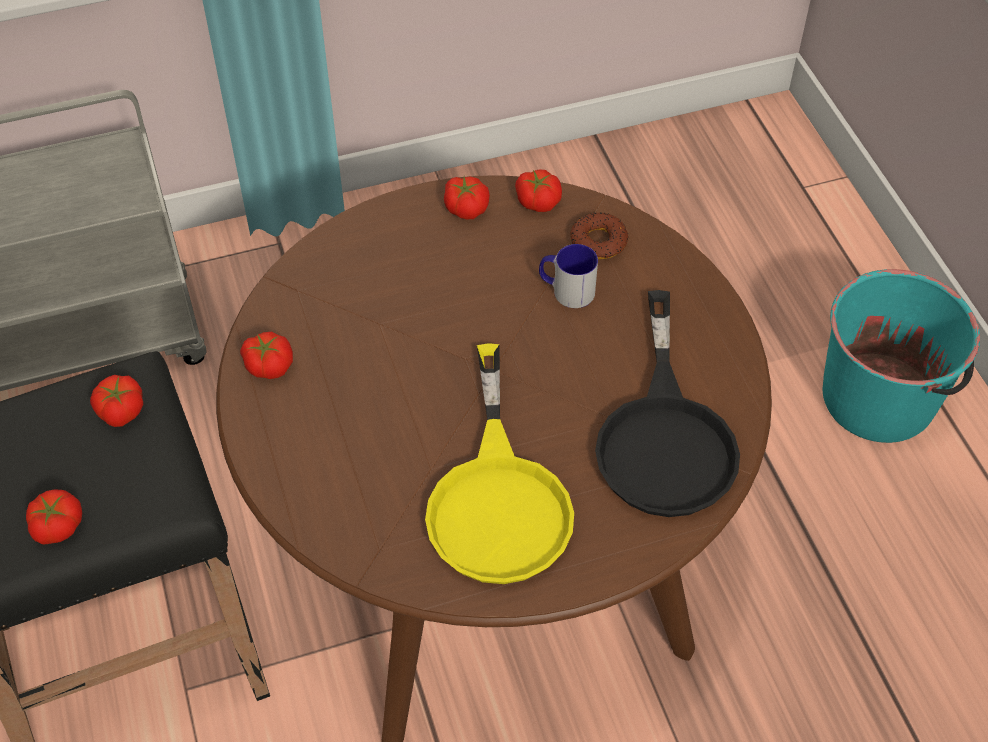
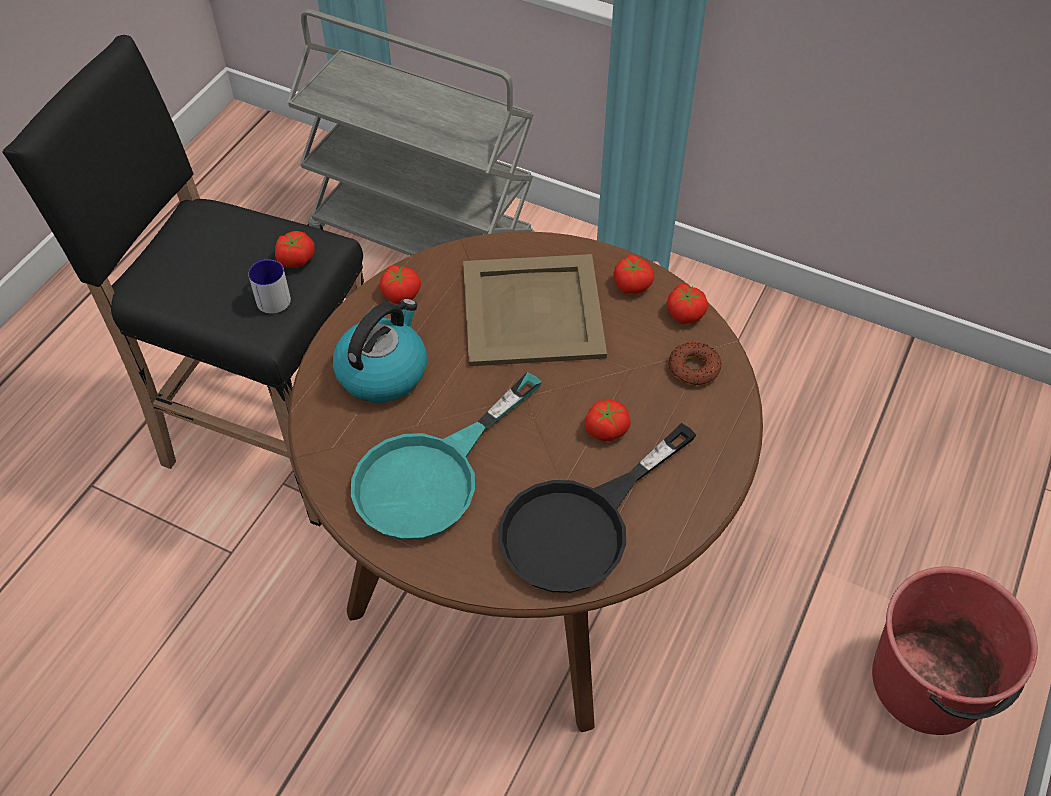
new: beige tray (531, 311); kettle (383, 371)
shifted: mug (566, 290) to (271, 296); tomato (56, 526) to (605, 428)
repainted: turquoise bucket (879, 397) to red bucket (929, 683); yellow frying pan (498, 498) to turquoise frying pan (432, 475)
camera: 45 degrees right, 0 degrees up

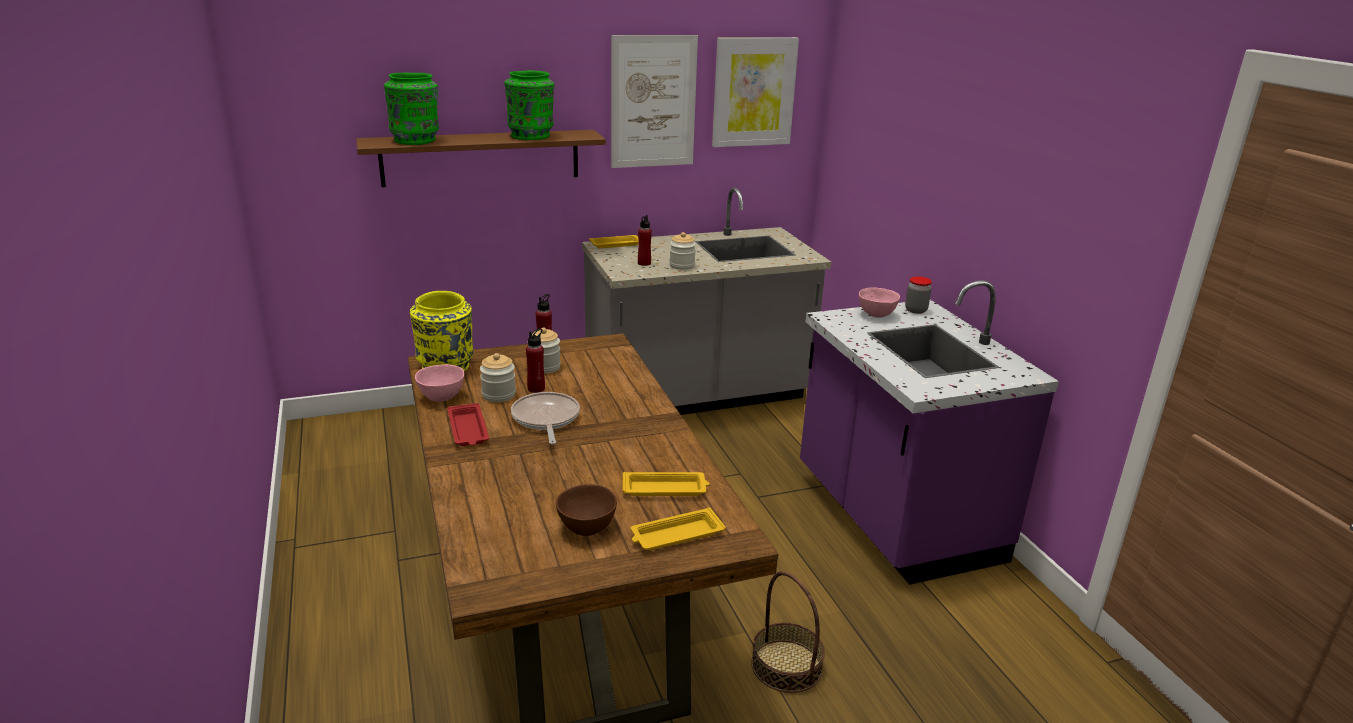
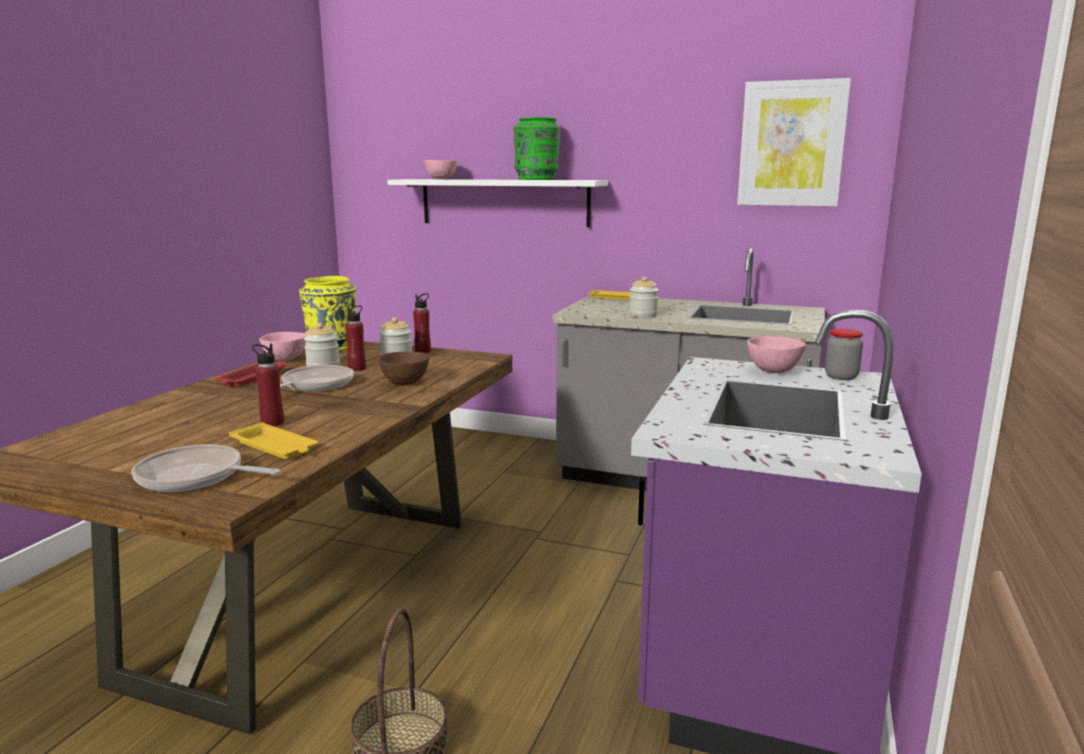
gone: picture (653, 102)
shifted: red bottle (644, 263) to (272, 423); brown bowl (587, 527) to (406, 383)
swapped: green vase (416, 140) to pink bowl (441, 179); yellow tray (676, 535) to frying pan (195, 477)
repainted: brown shelf (481, 157) to white shelf (504, 202)
camera: 40 degrees right, 10 degrees down

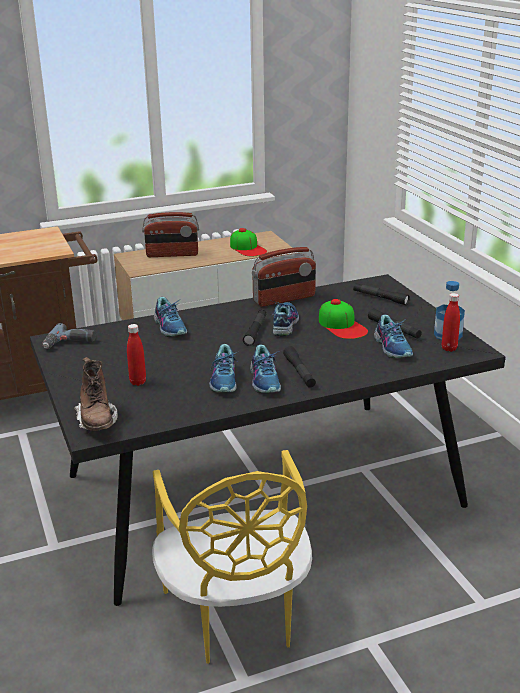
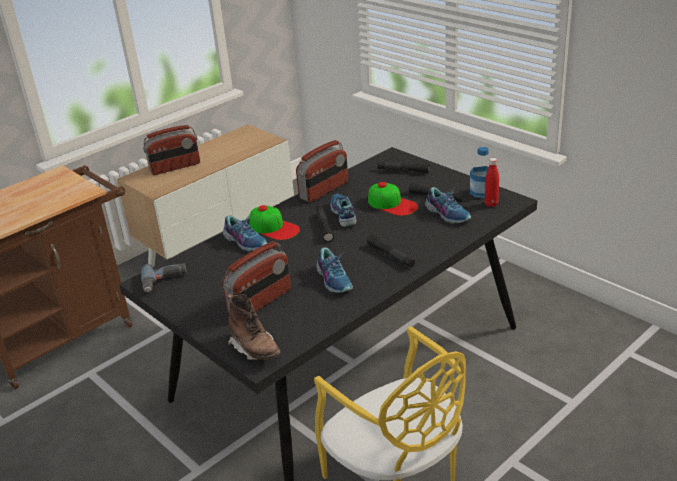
gone: shoe (265, 380)
shifted: cap (247, 248) to (274, 228)
swapped: red bottle (138, 382) to radio (260, 302)
camera: 20 degrees left, 5 degrees up

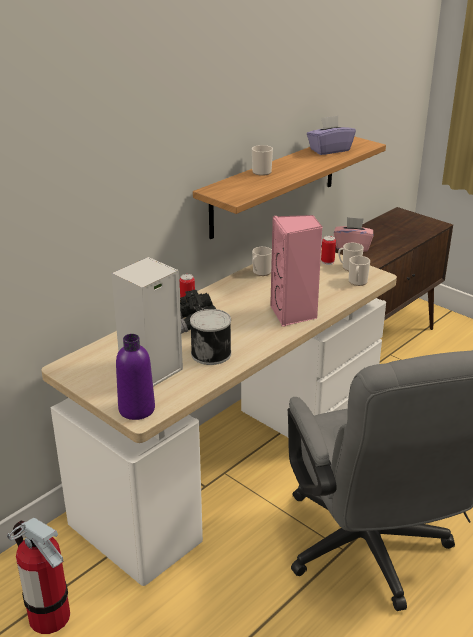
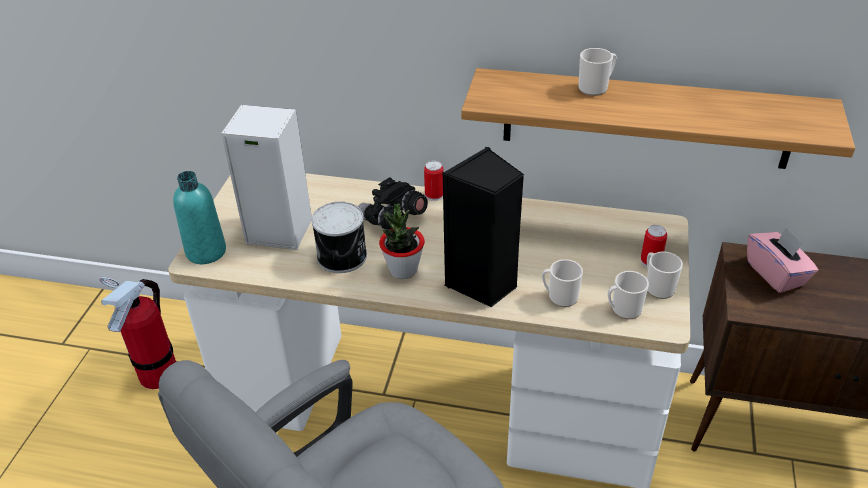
gone: purple tissue box (329, 150)
new: potted plant (403, 270)
shifted: mug (260, 272) to (559, 296)
repainted: pink speaker (294, 314) to black speaker (482, 284); purple bottle (136, 409) to turquoise bottle (206, 252)
camera: 60 degrees right, 10 degrees up

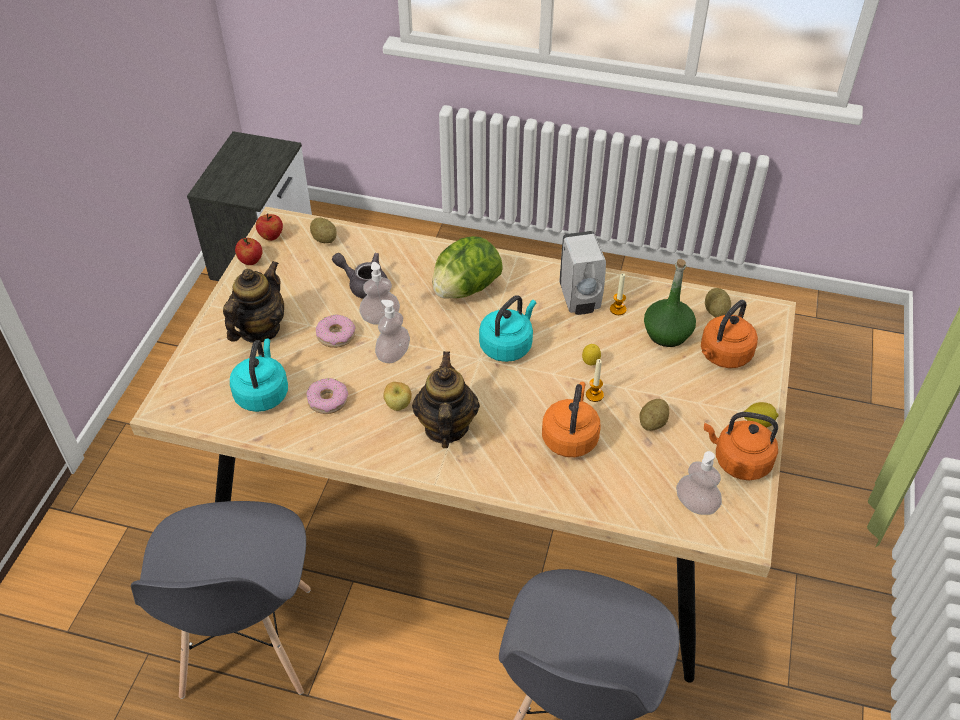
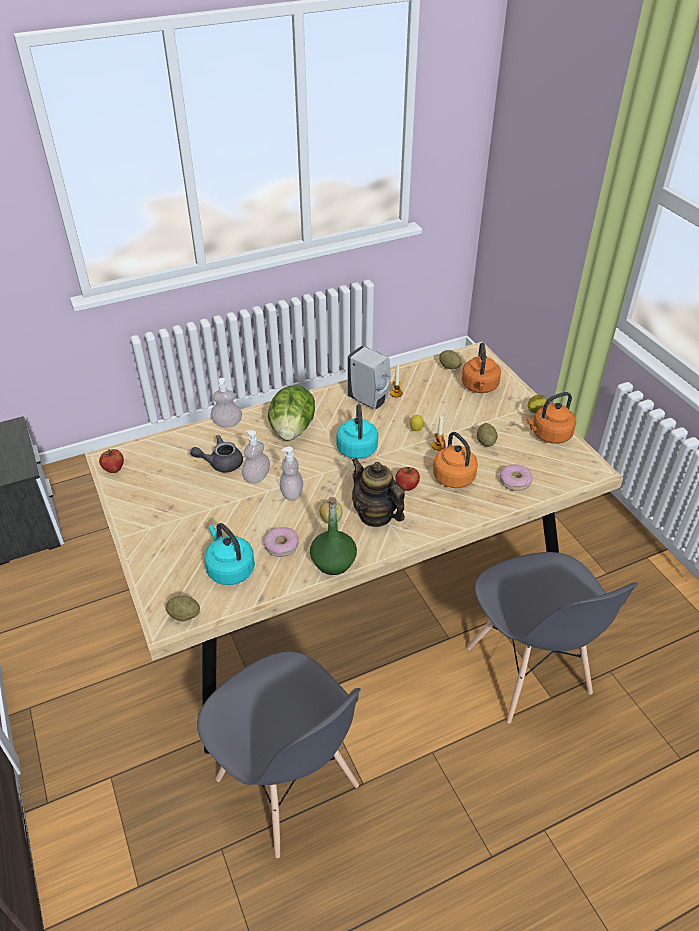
gone: teapot (259, 329)
shifted: potato (324, 239) to (184, 615); apple (251, 261) to (407, 487); green bottle (667, 333) to (333, 561); donut (336, 335) to (515, 481); soap dispenser (696, 504) to (227, 423)
camera: 40 degrees left, 5 degrees down

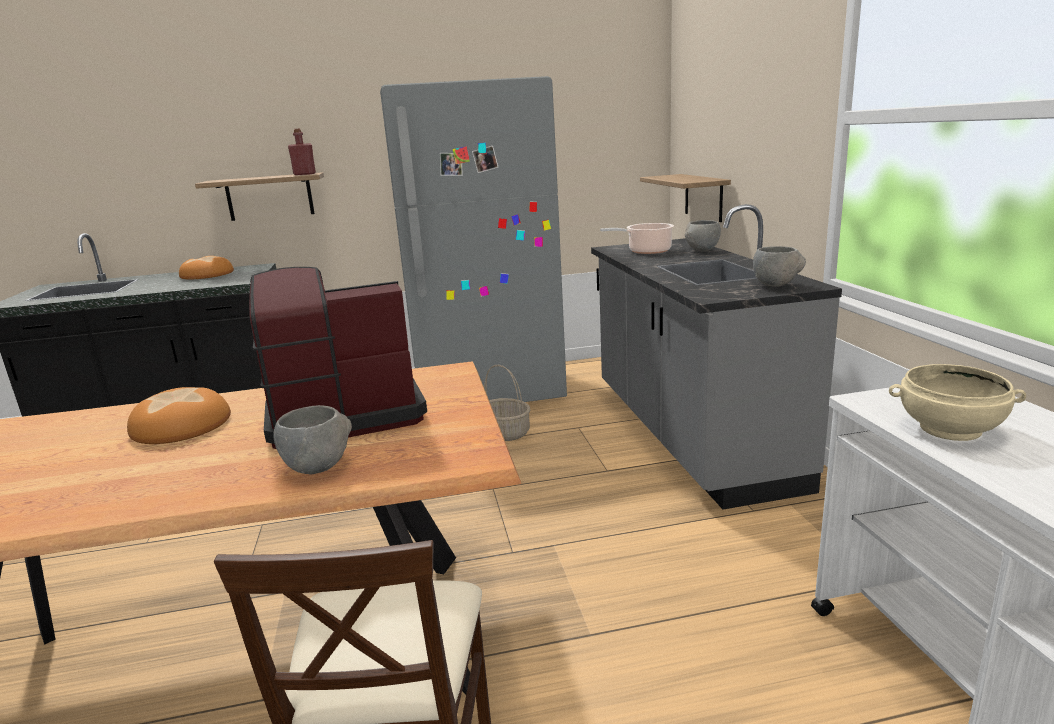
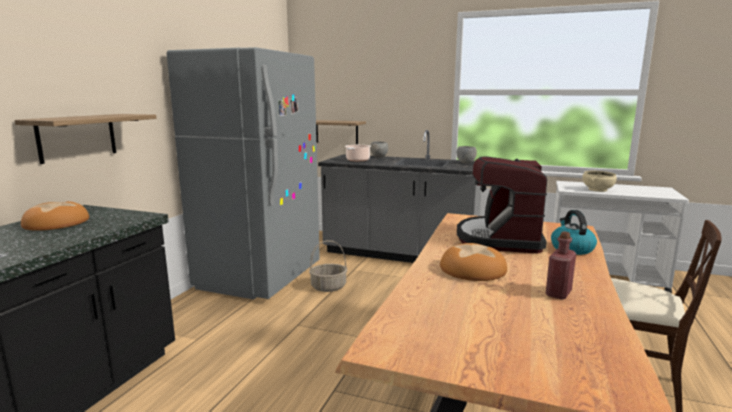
shifted: red bottle (304, 174) to (558, 293)
swapped: grey bowl (319, 468) to kettle (571, 248)
camera: 60 degrees left, 5 degrees down

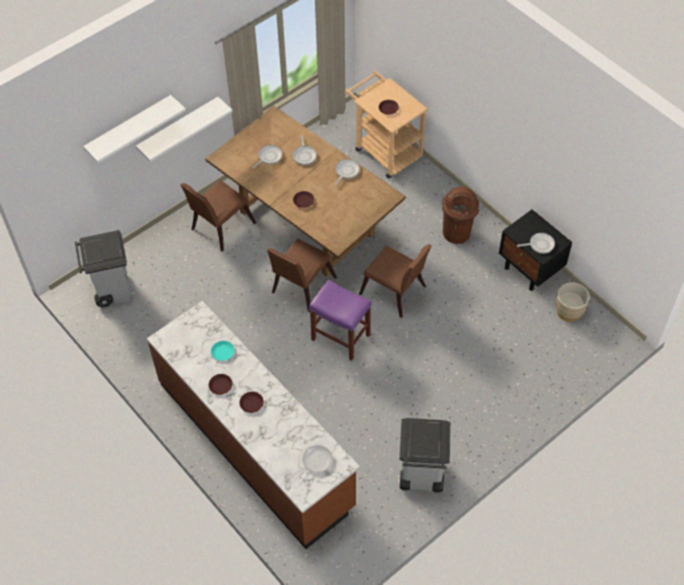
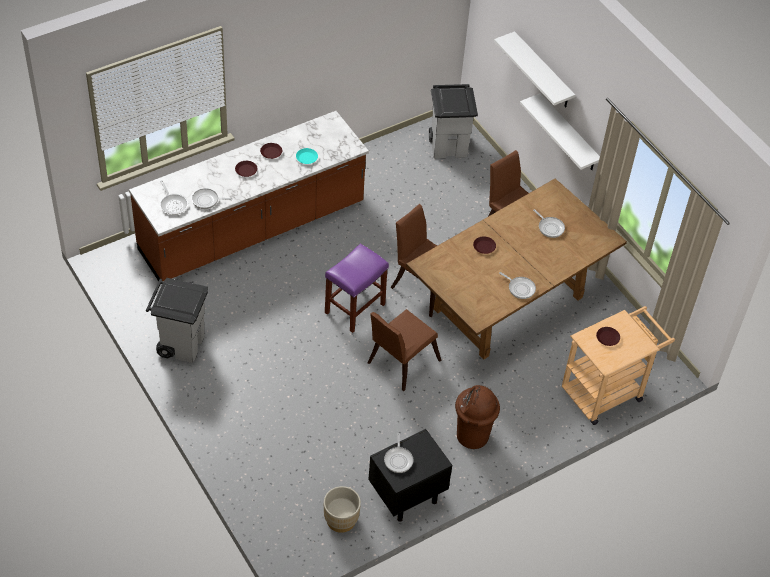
shifted: frying pan (304, 155) to (207, 200)
camera: 95 degrees right, 5 degrees down

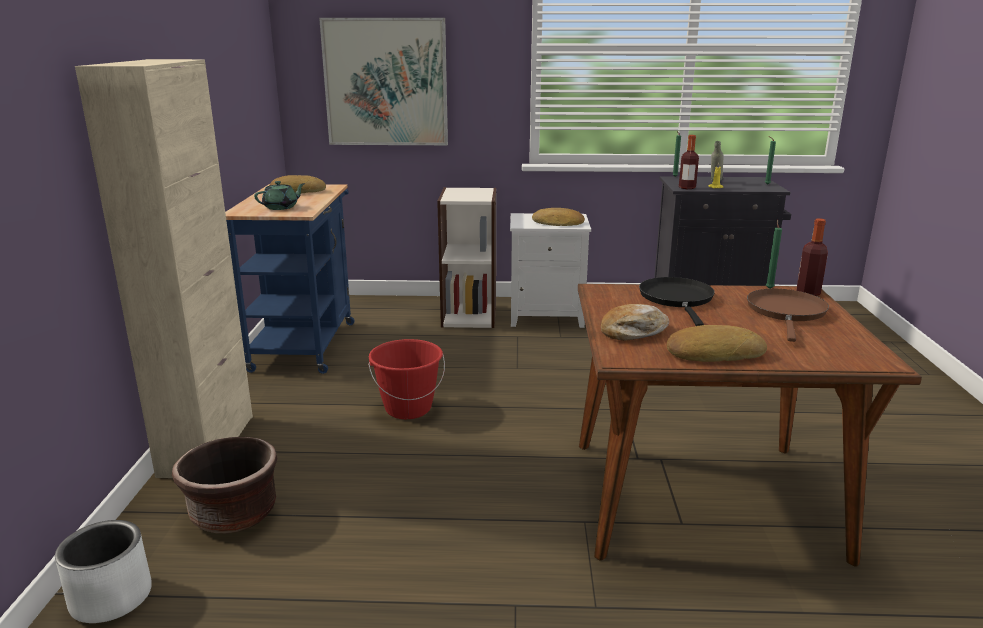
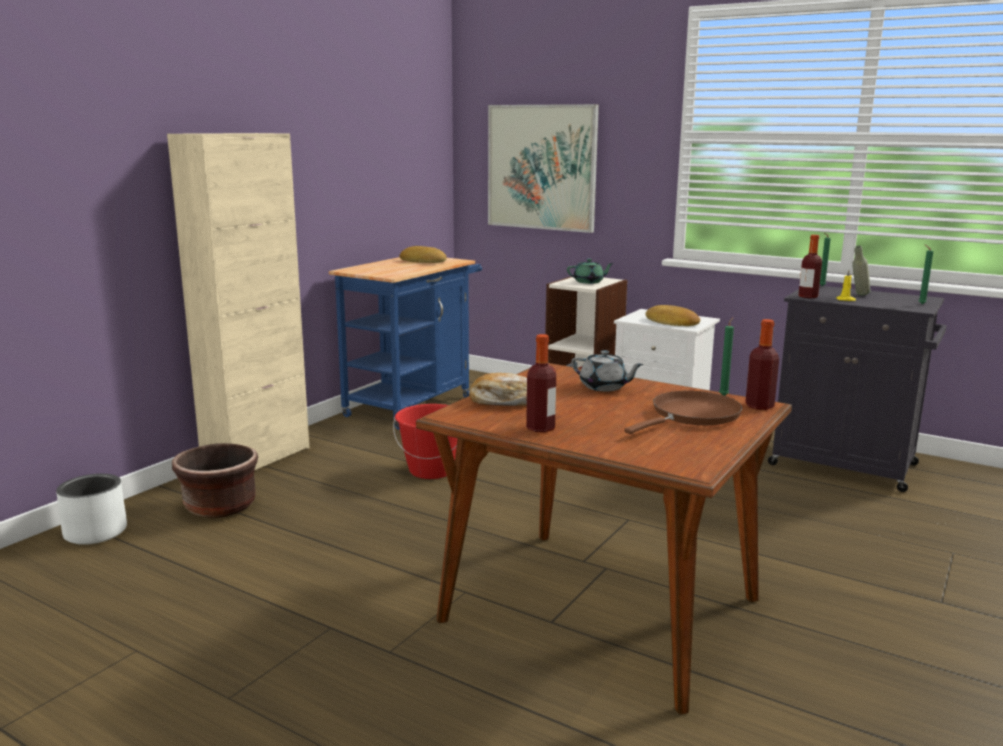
shifted: green teapot (281, 207) to (589, 282)
swapped: black frying pan (677, 299) to grey teapot (604, 387); bread (713, 353) to bottle (540, 428)
camera: 30 degrees right, 5 degrees down

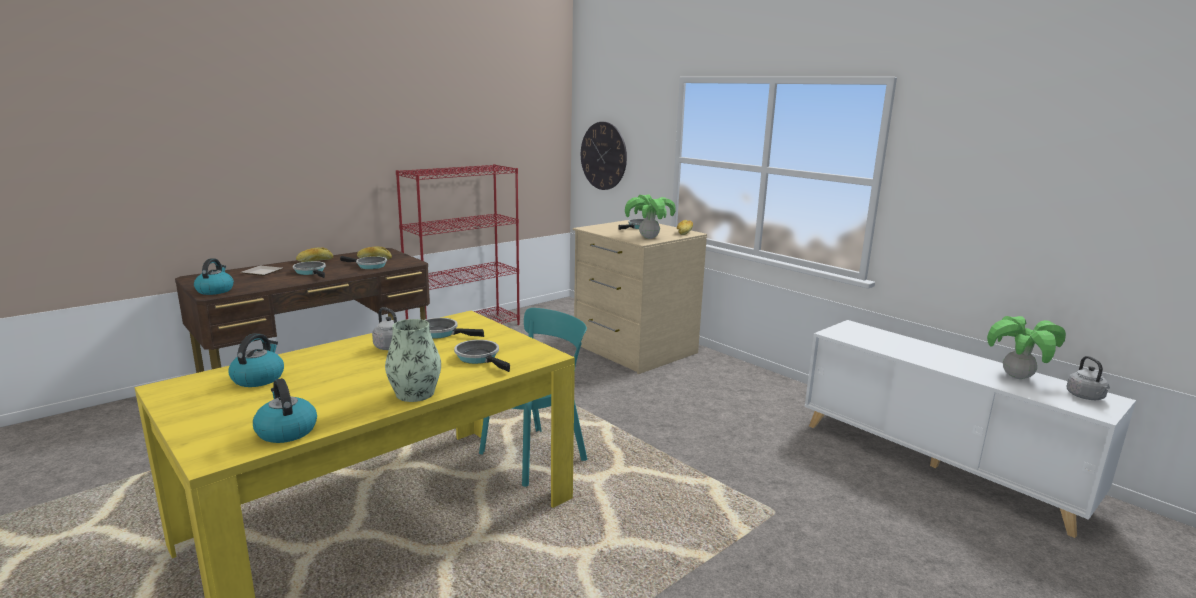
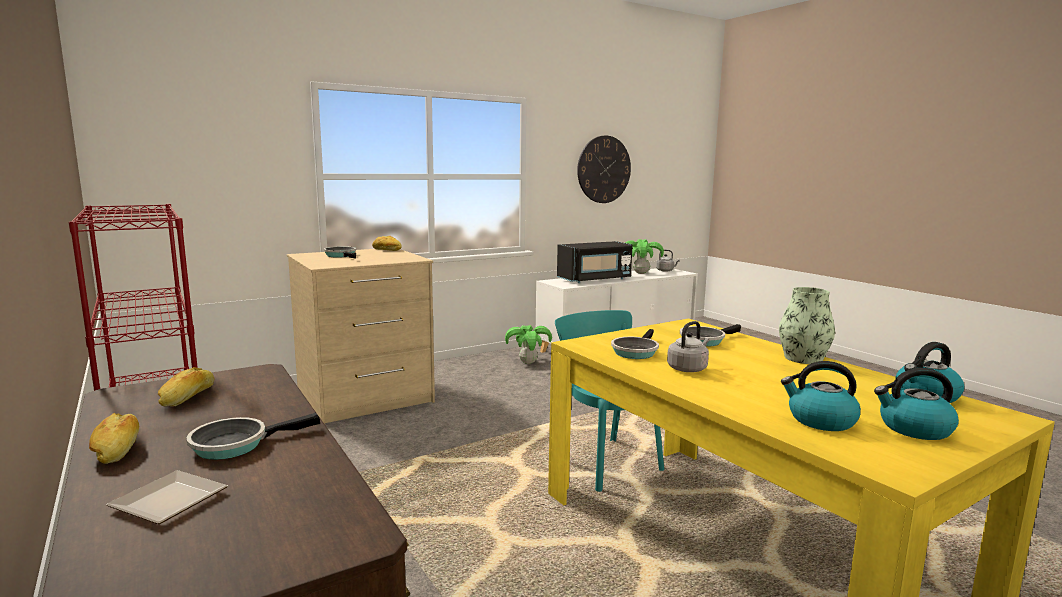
gone: frying pan (369, 266)
new: black microwave (595, 279)
shifted: wall clock (603, 156) to (604, 169); potted plant (649, 237) to (528, 362); kettle (215, 290) to (914, 429)
camera: 80 degrees left, 5 degrees down

